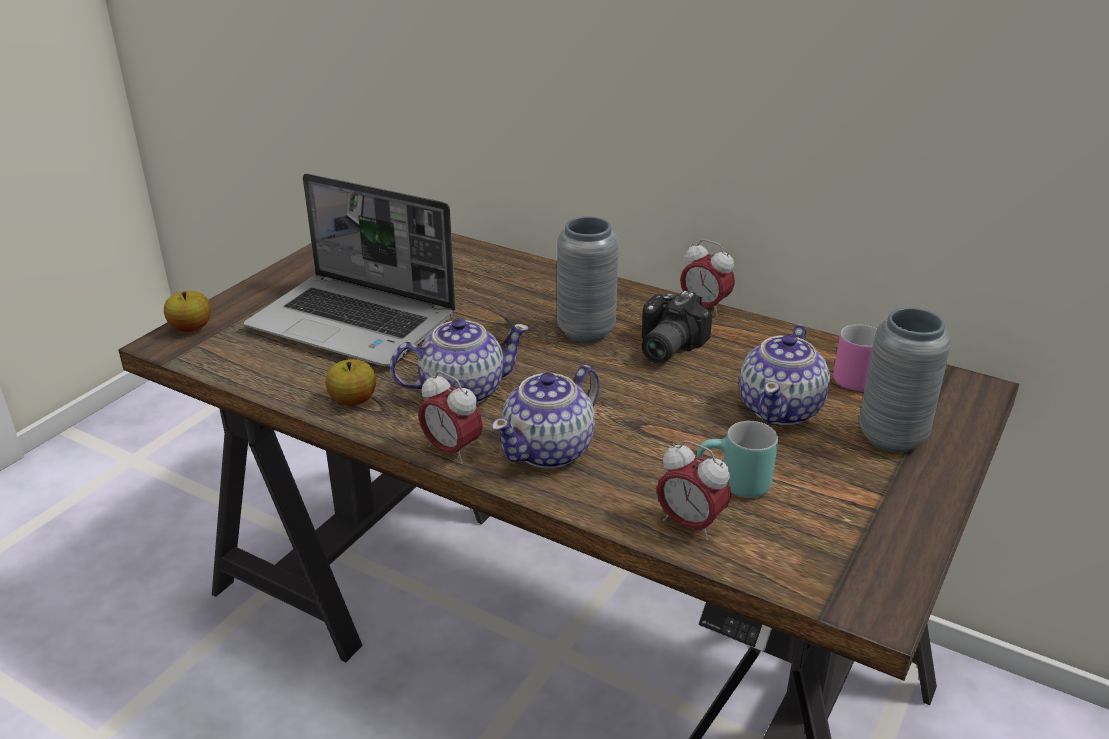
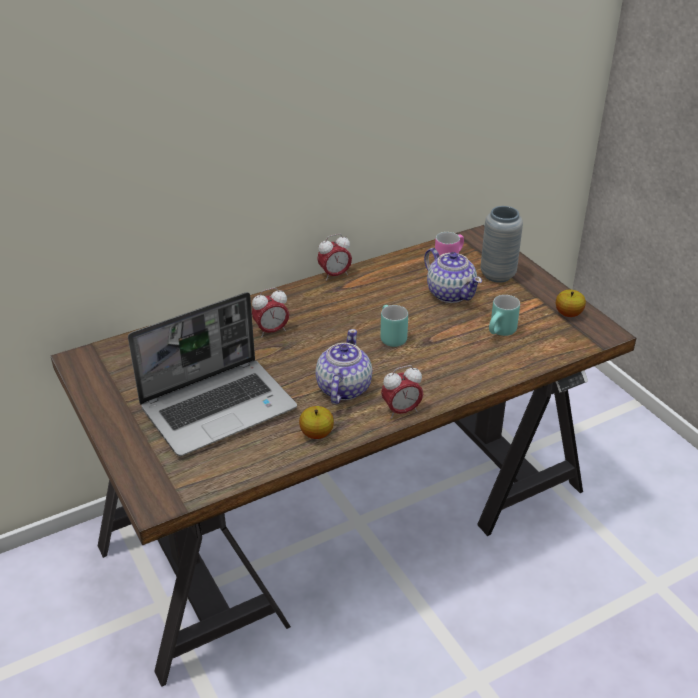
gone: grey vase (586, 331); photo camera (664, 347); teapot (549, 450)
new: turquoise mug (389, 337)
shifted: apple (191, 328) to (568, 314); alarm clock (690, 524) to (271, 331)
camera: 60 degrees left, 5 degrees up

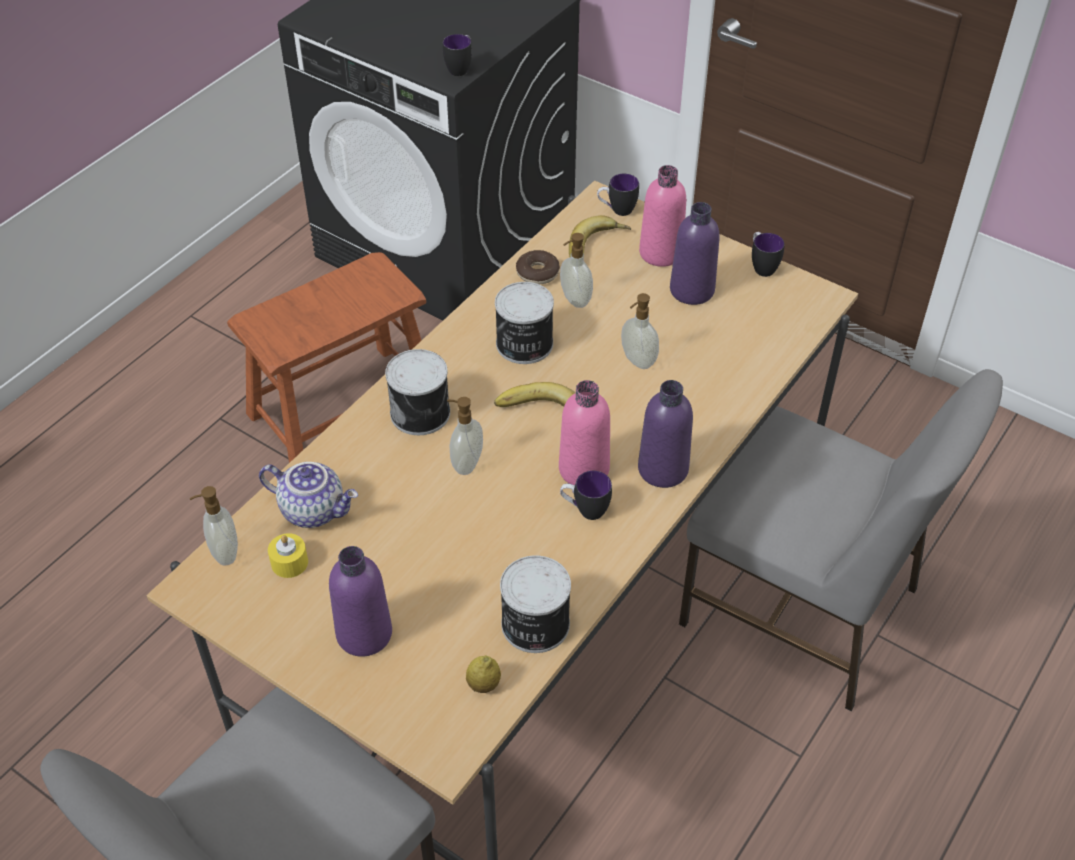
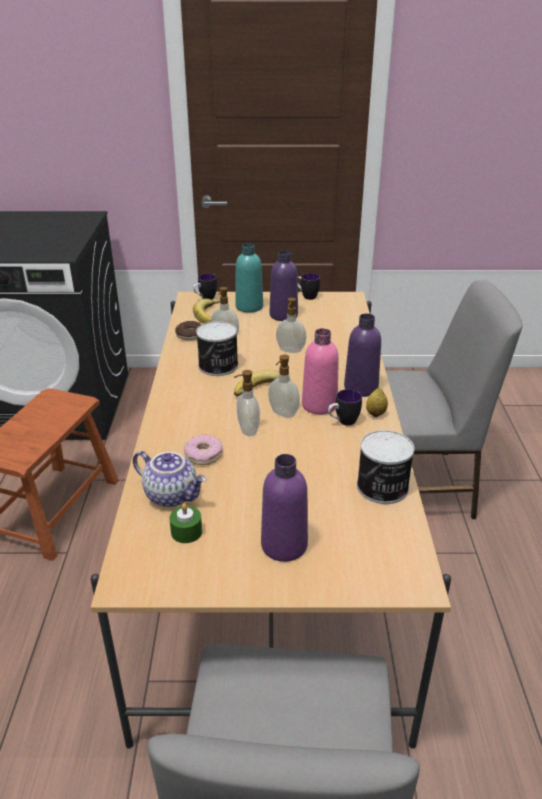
gone: mug (460, 68); can (422, 412)
new: donut (203, 455)
shifted: soap dispenser (224, 553) to (282, 414); lemon (483, 685) to (375, 414)
repainted: pink bottle (661, 253) to turquoise bottle (249, 307); yellow candle (289, 562) to green candle (186, 532)
rotated: teapot (314, 509) = (172, 495) 45 degrees clockwise
camera: 35 degrees left, 15 degrees down

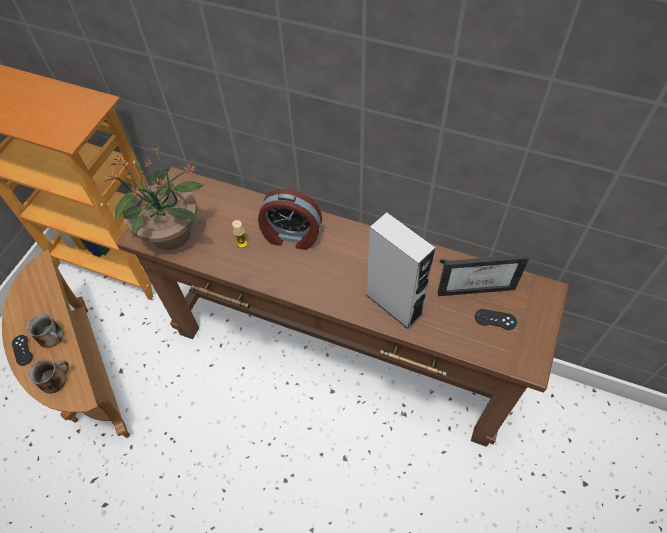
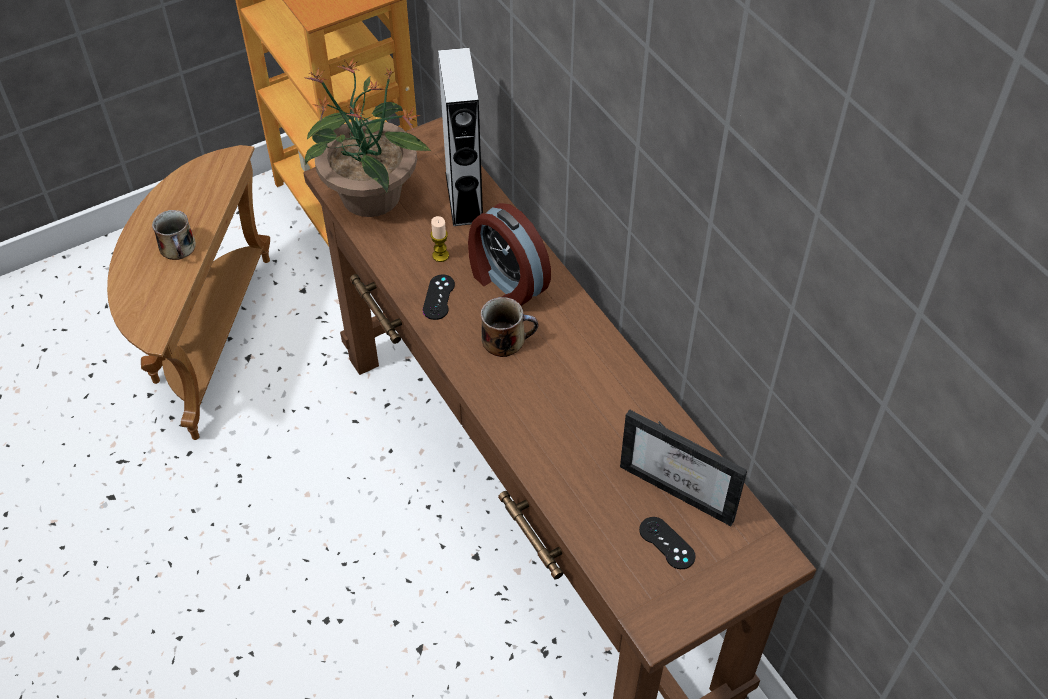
shifted: grey speaker (394, 304) to (464, 197); black game controller (22, 350) to (438, 297); mug (55, 379) to (506, 339)
camera: 35 degrees right, 5 degrees down

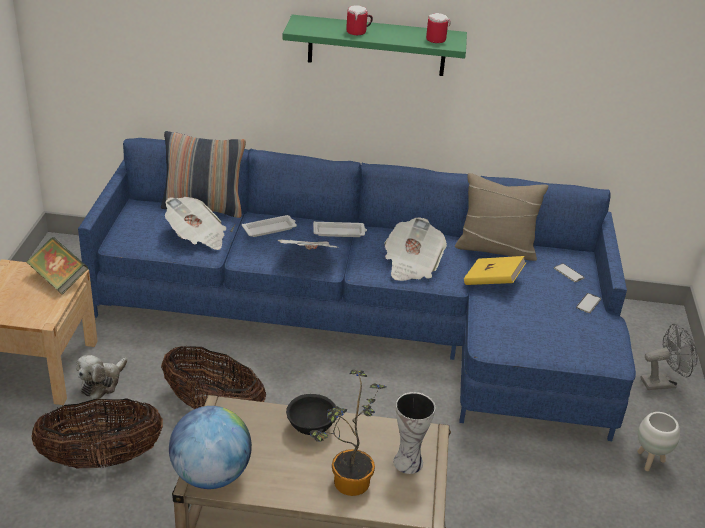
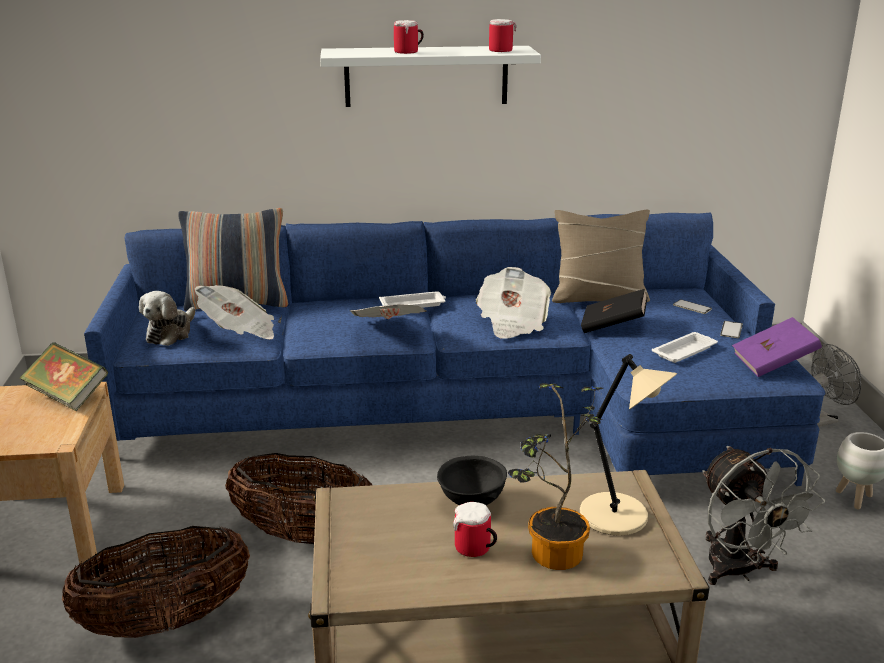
gone: globe (211, 475)
new: purple book (773, 363); grey fan (739, 571); mug (475, 550)
shifted: white tray (270, 229) to (685, 351); plush toy (102, 383) to (170, 333)
swapped: vase (408, 461) to beige table lamp (617, 517)
repainted: green shelf (377, 46) to white shelf (426, 76); yellow book (492, 282) to black book (613, 326)
camera: 10 degrees left, 10 degrees down

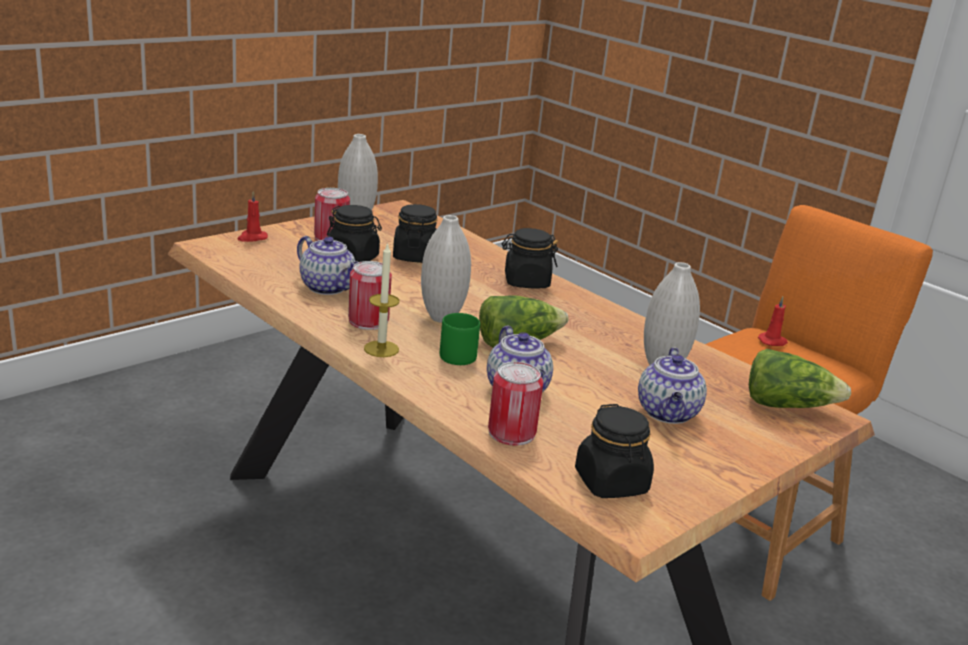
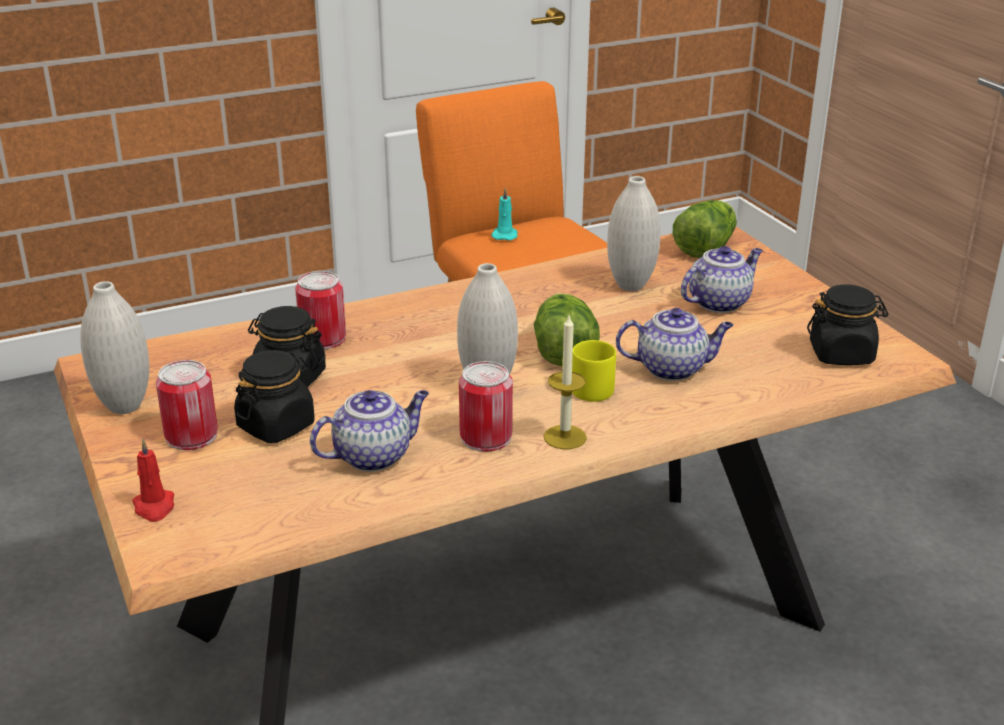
gone: black jar (526, 282)
shifted: can (511, 432) to (323, 338)
repainted: red candle (773, 342) to turquoise candle (505, 235); green mug (459, 355) to yellow mug (587, 389)
rotated: teapot (668, 414) = (719, 302) 60 degrees counterclockwise
camera: 70 degrees left, 5 degrees up

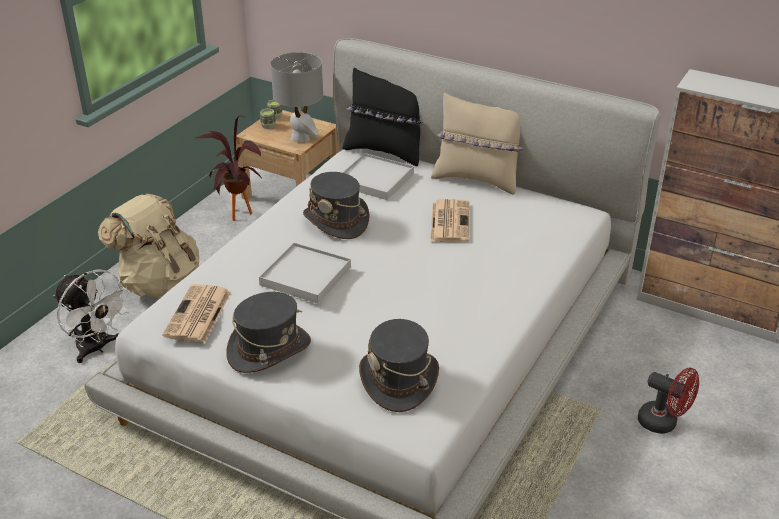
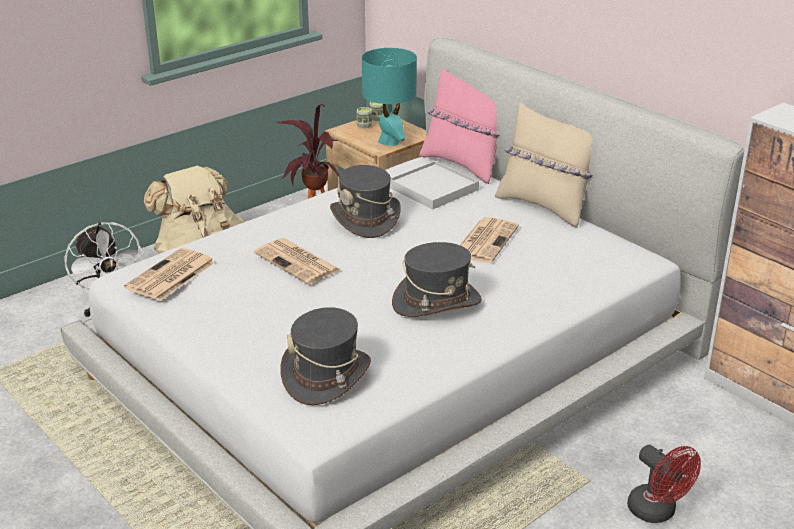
shifted: grey hat (269, 349) to (436, 302)
swapped: white tray (306, 276) to newspaper (298, 262)
repainted: grey table lamp (300, 138) to turquoise table lamp (389, 141); black pillow (385, 152) to pink pillow (463, 165)
camera: 20 degrees right, 5 degrees down

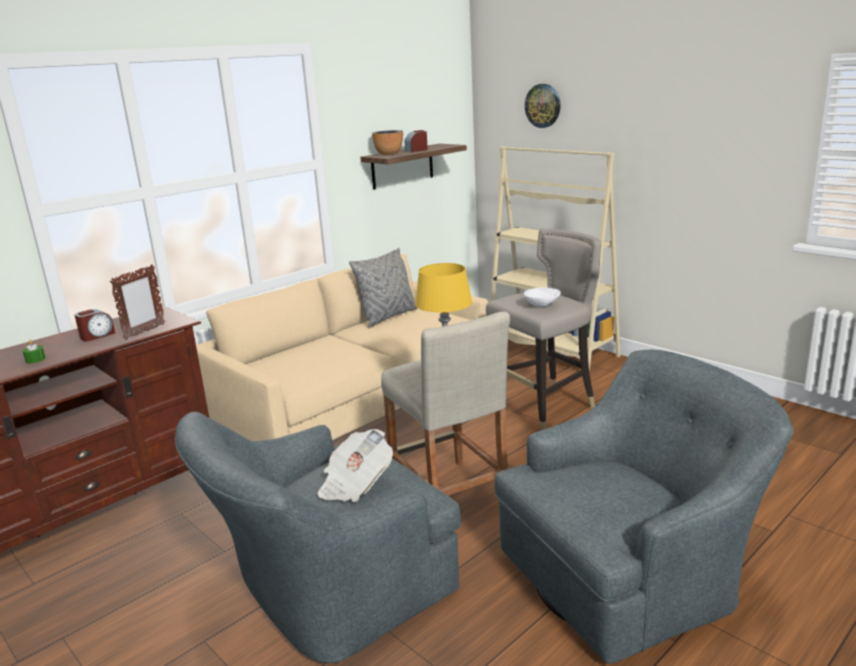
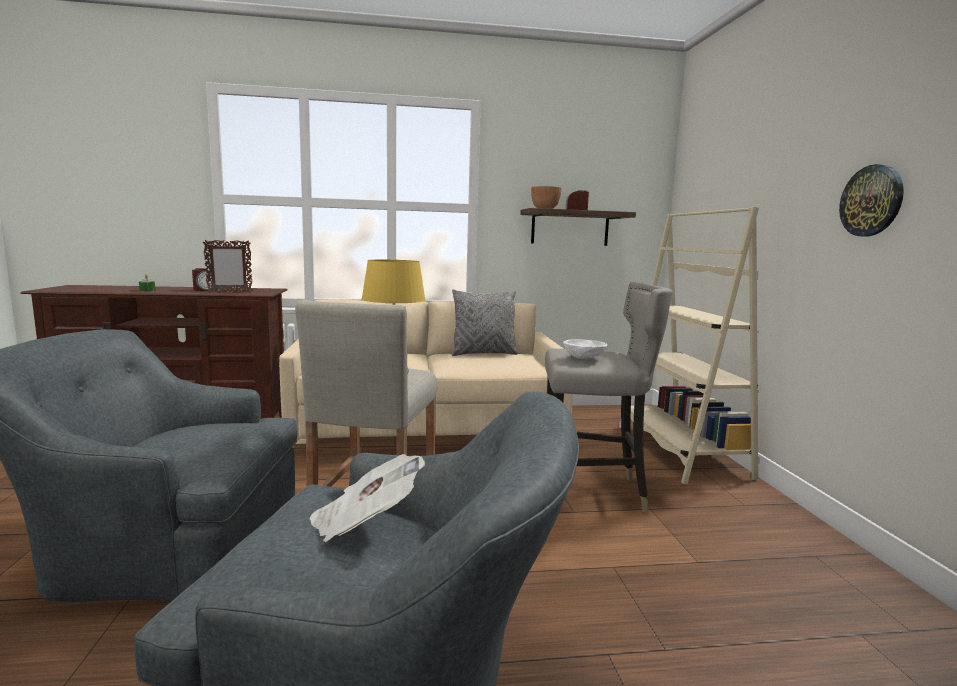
shifted: wall clock (543, 105) to (871, 201); newspaper (355, 484) to (365, 522)
camera: 35 degrees right, 10 degrees down

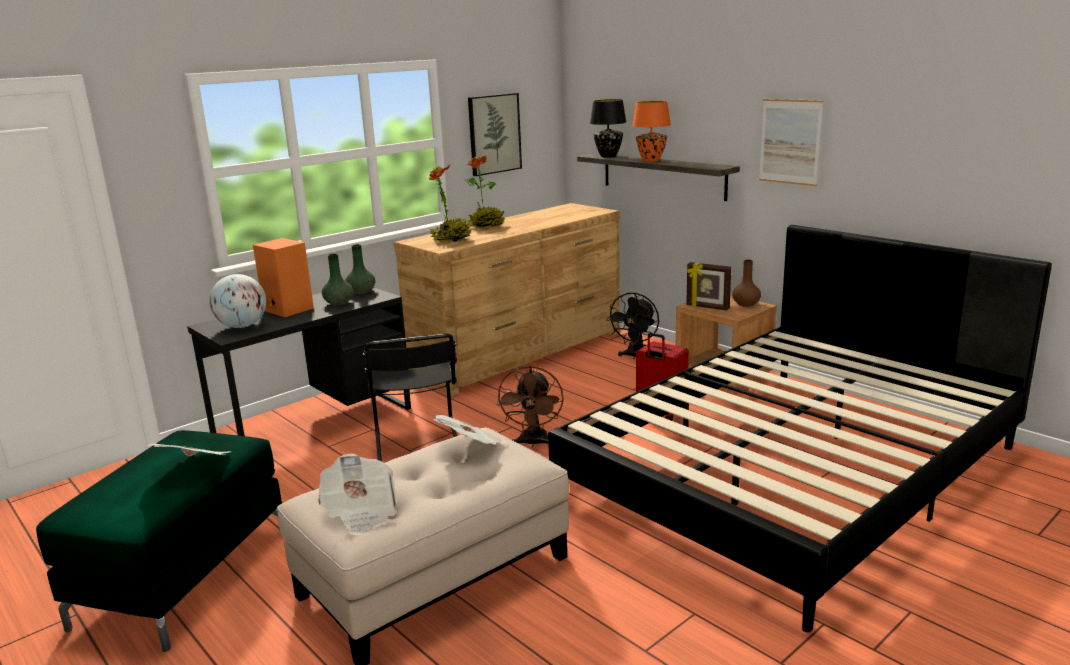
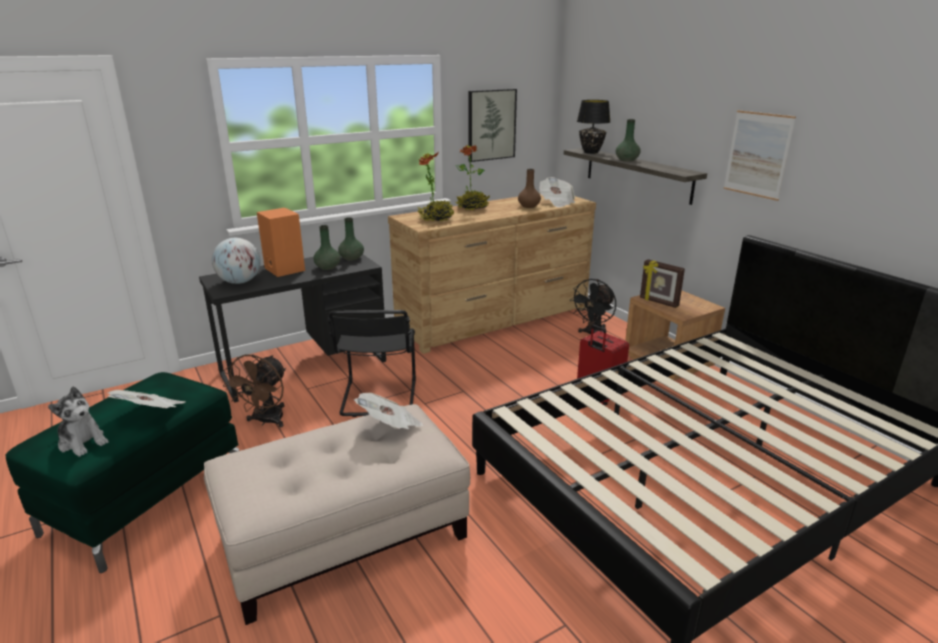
new: plush toy (83, 442)
shifted: brown vase (746, 304) to (529, 206); brown fan (533, 443) to (266, 421); newspaper (360, 513) to (556, 202)
swapped: orange table lamp (651, 160) to green vase (627, 160)
camera: 10 degrees right, 5 degrees up

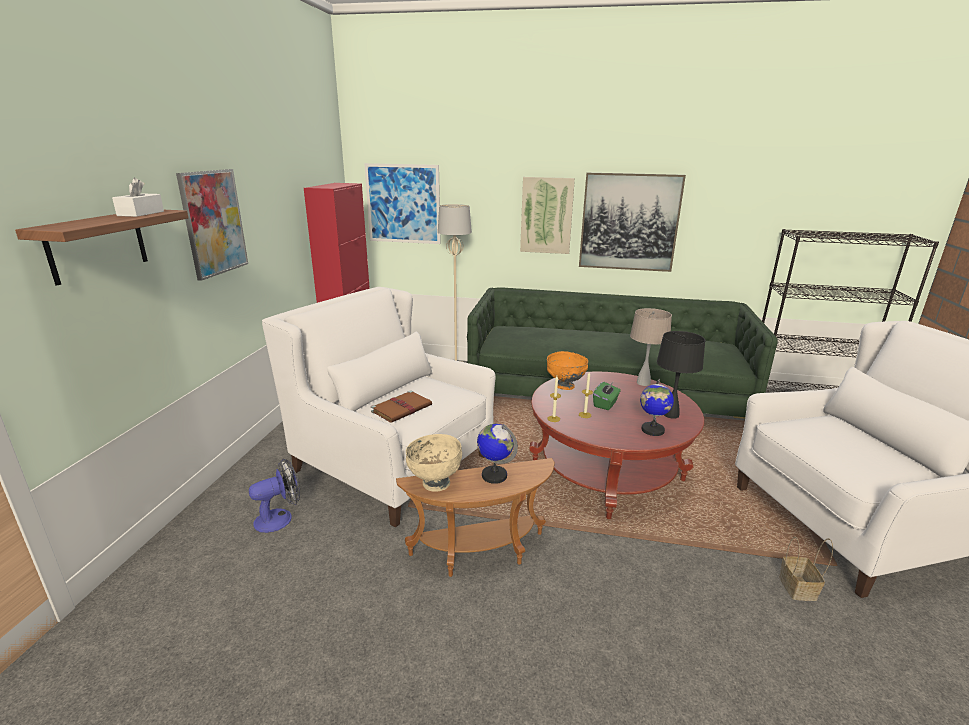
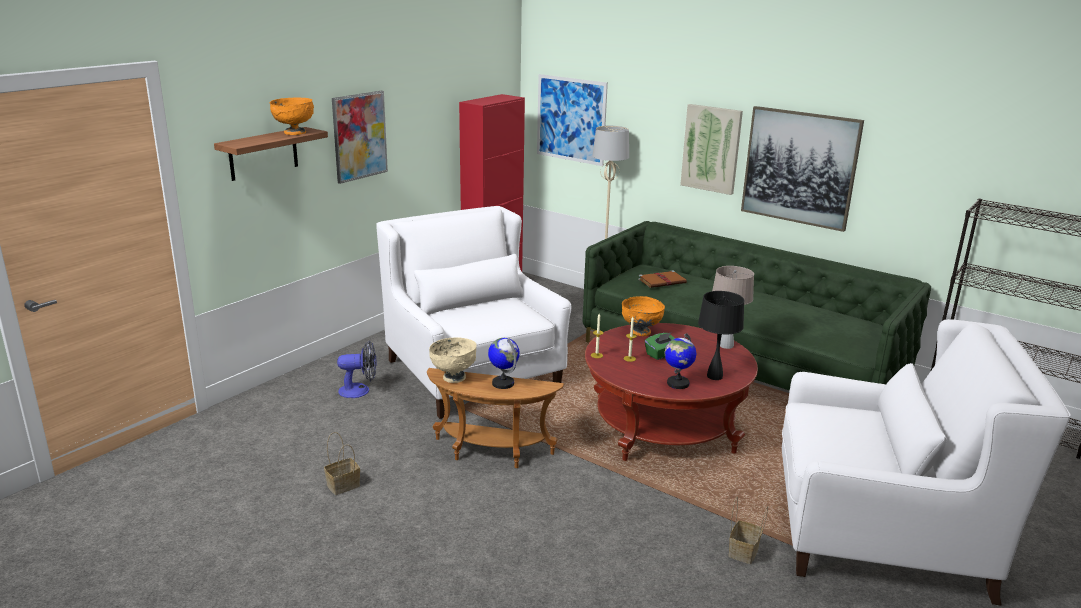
new: basket (344, 485)
shifted: brown book (402, 408) to (662, 281)
swapped: white tissue box (141, 213) to orange bowl (294, 133)
camera: 25 degrees right, 0 degrees up

